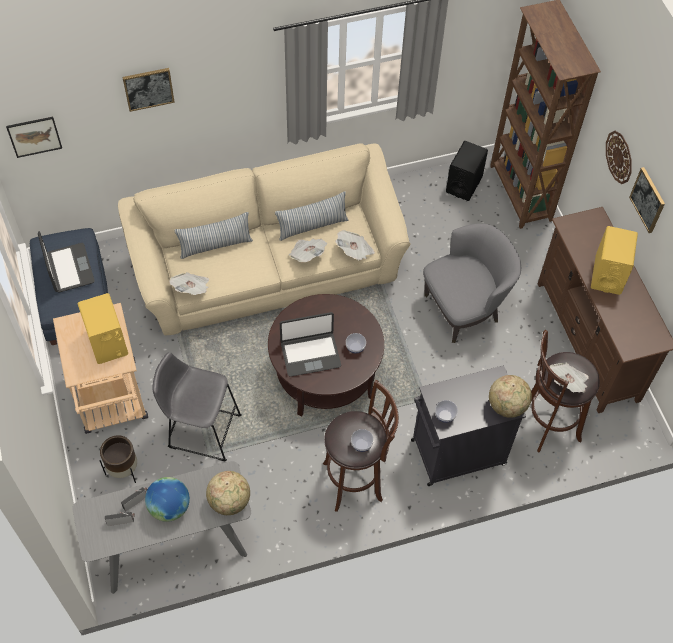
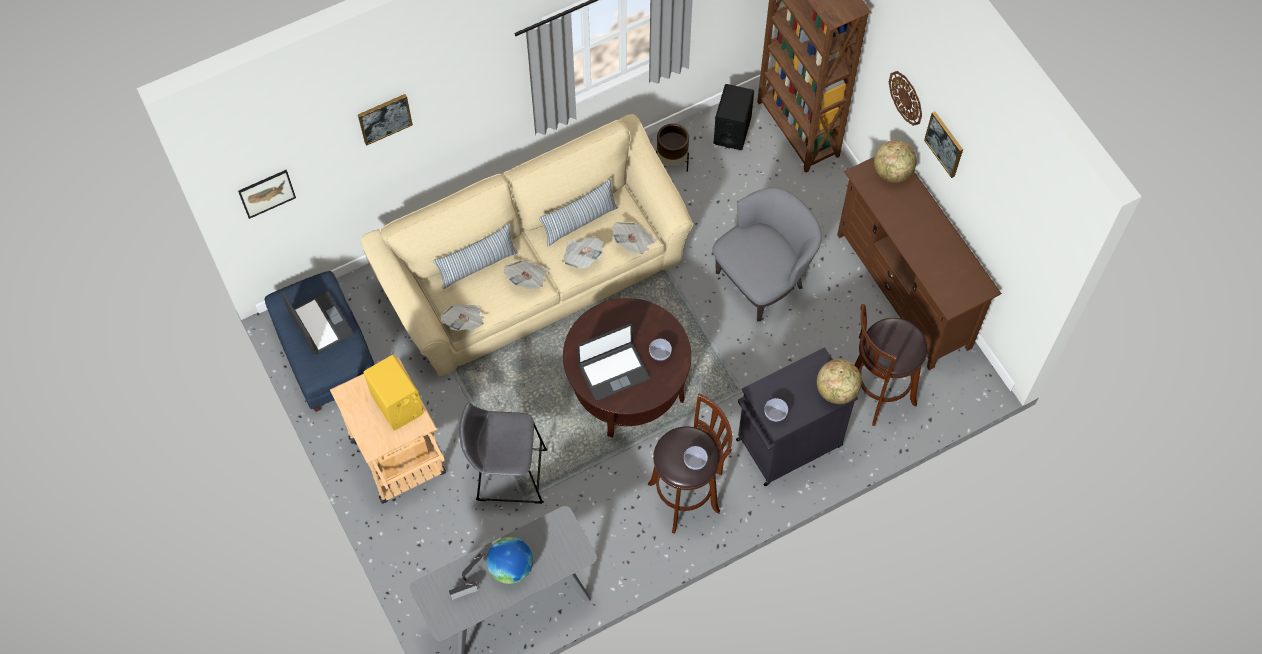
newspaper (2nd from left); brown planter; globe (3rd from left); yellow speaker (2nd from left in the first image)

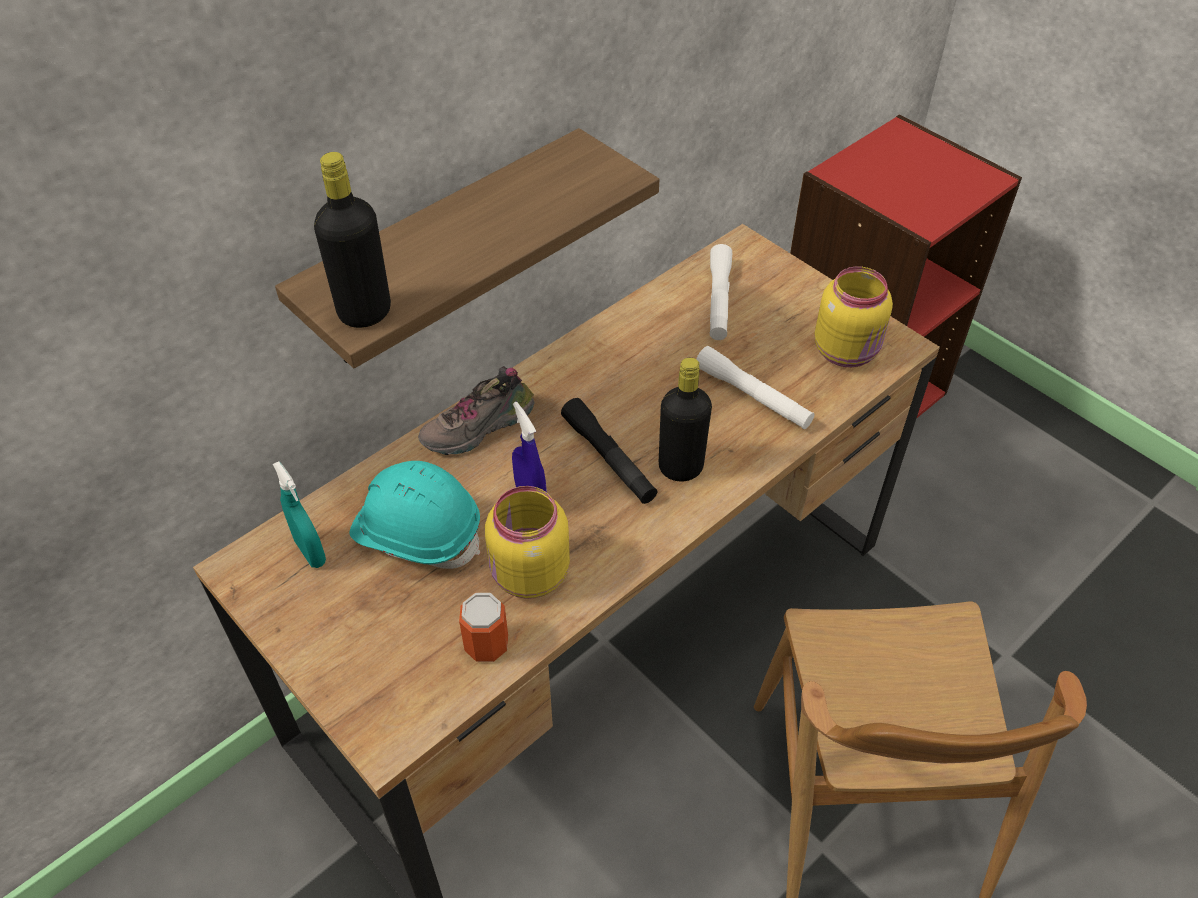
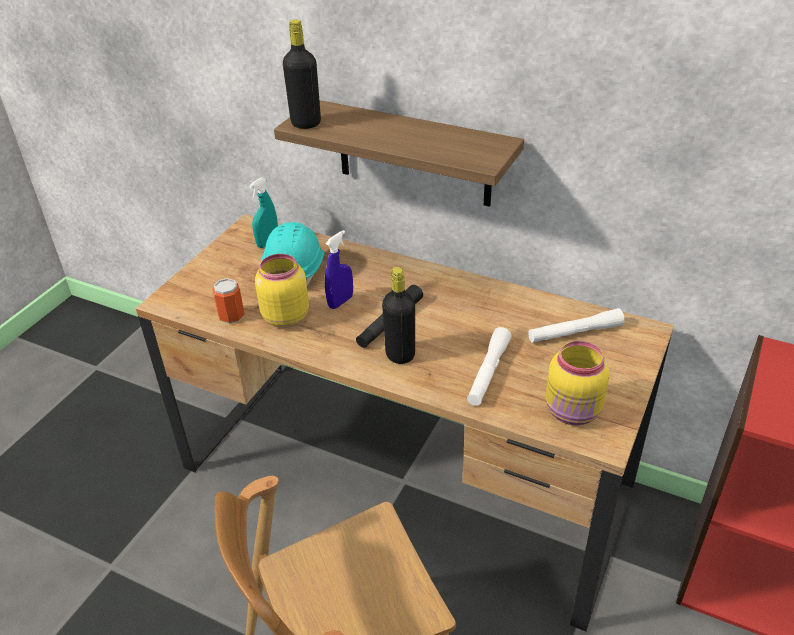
shoe

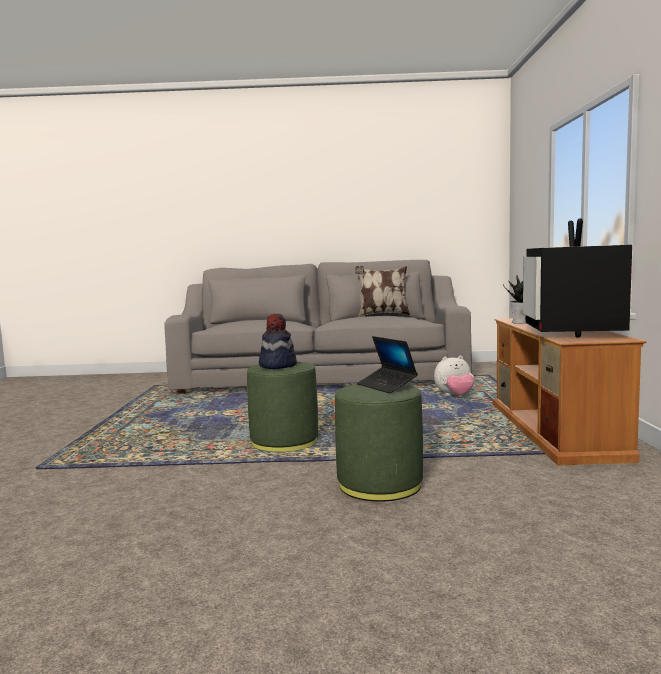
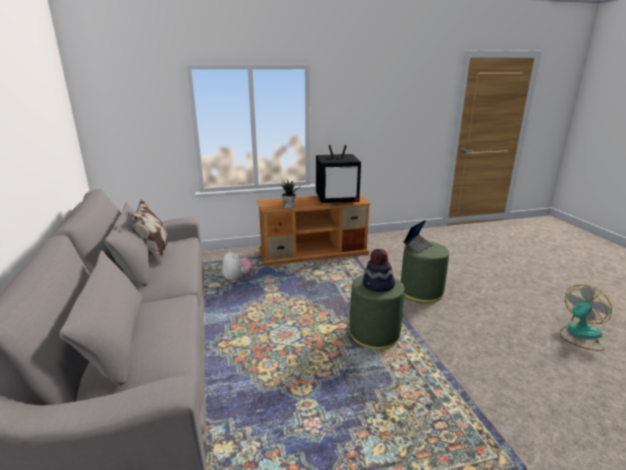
fan

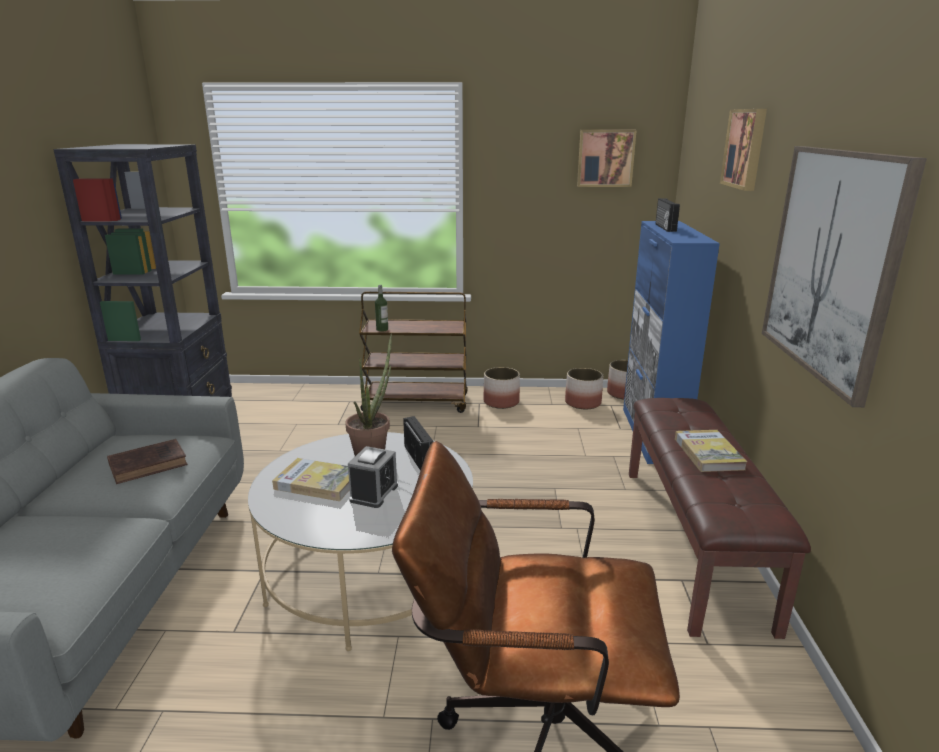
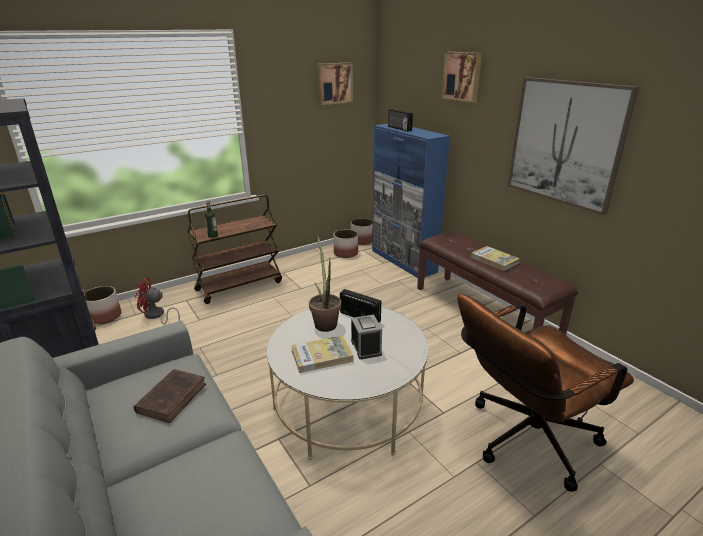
planter (1st from left); red fan

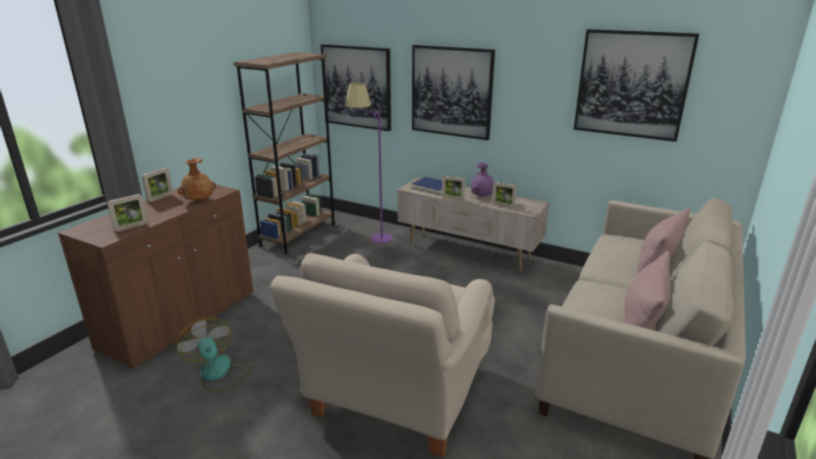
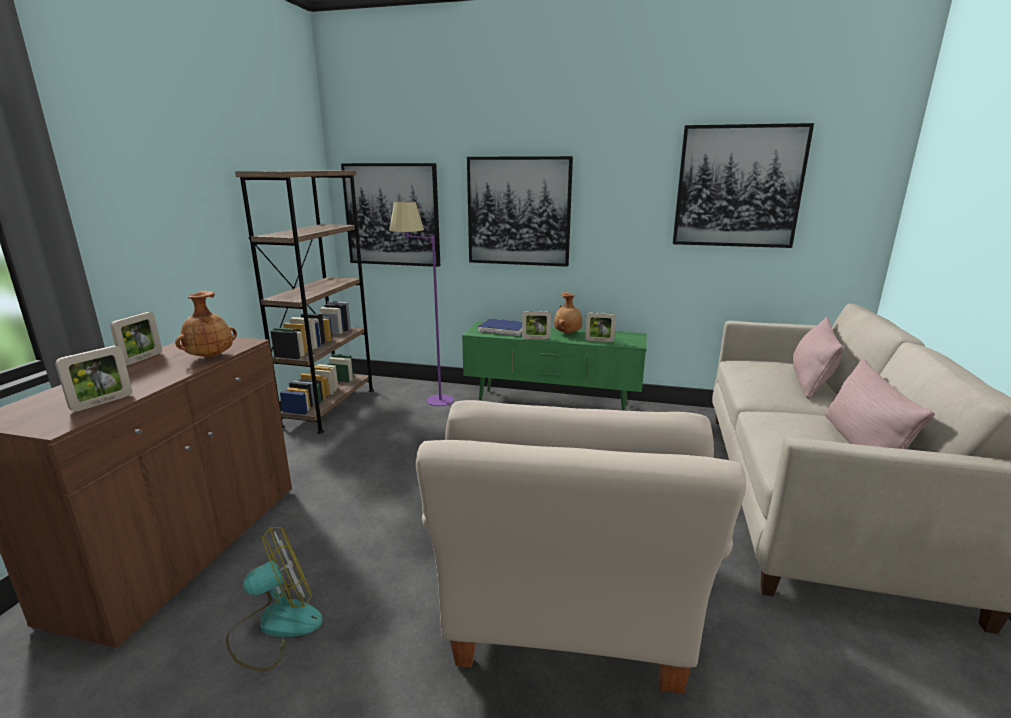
fan; green tv stand; brown vase (2nd from left)

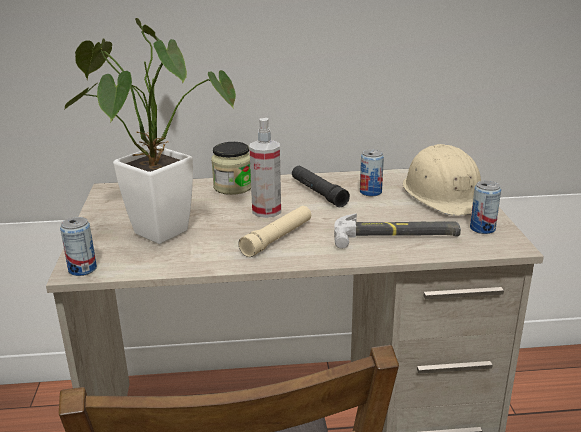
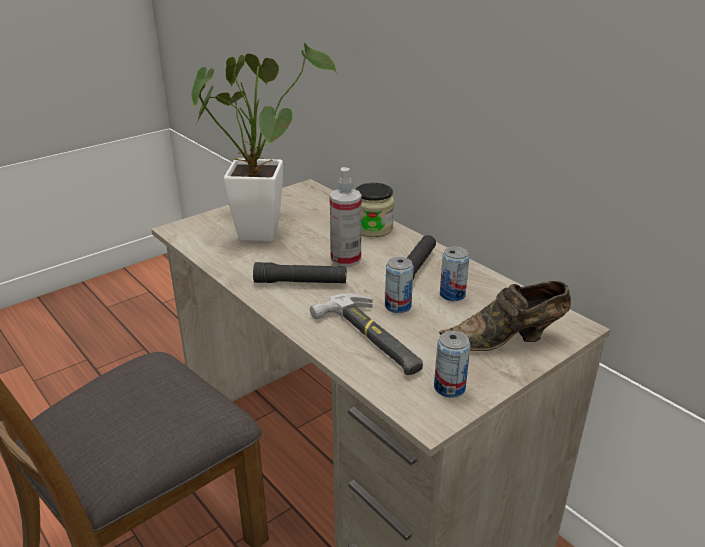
black flashlight (1st from left); can (1st from left); brown shoe

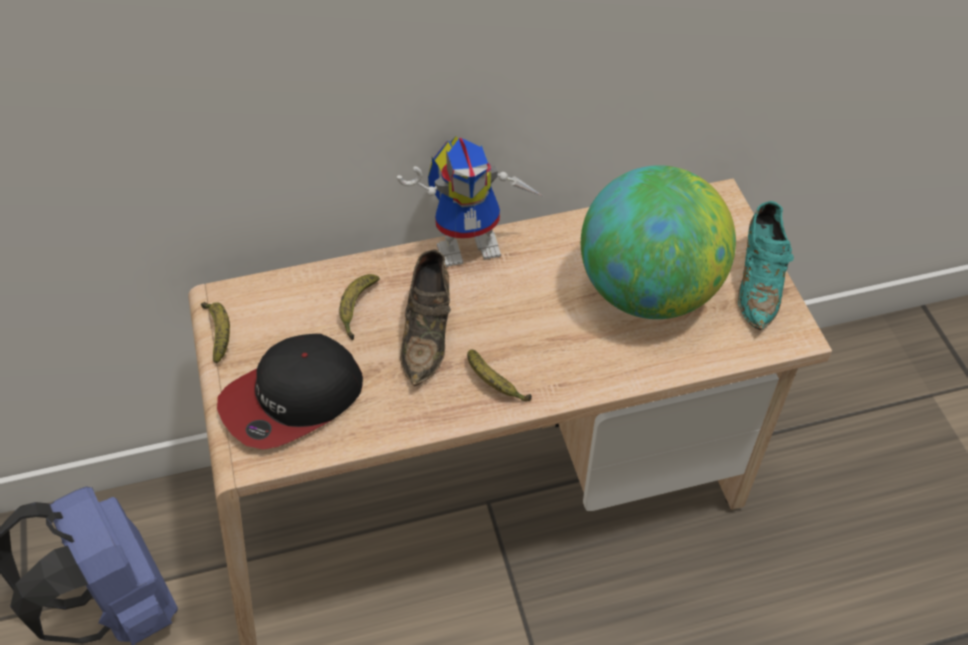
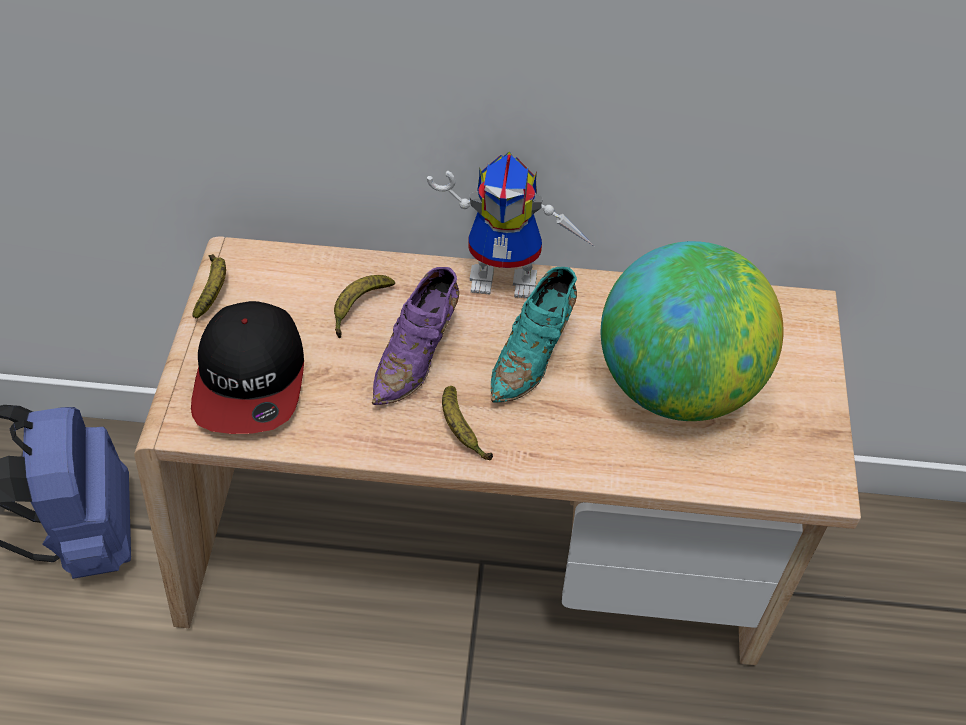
cap; purple shoe; turquoise shoe

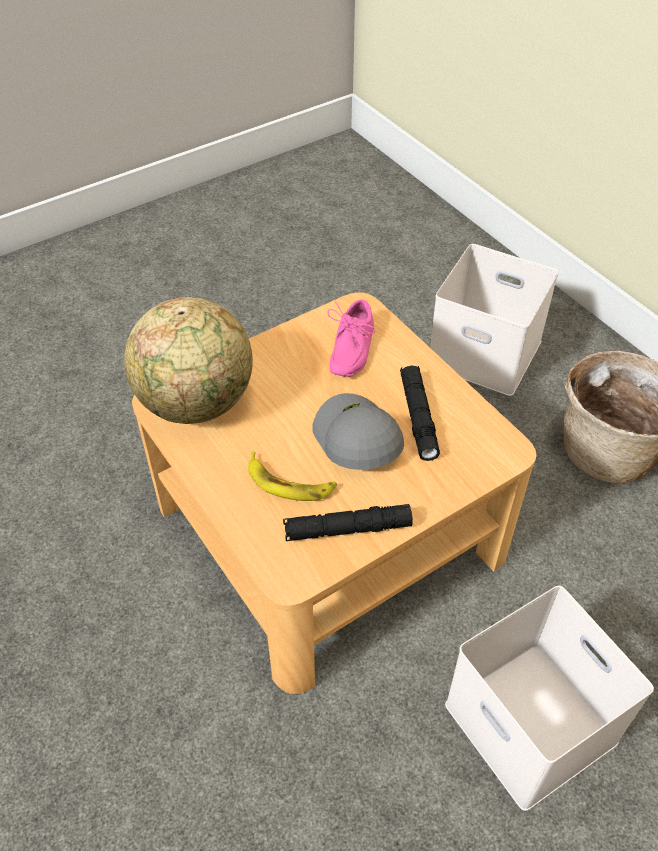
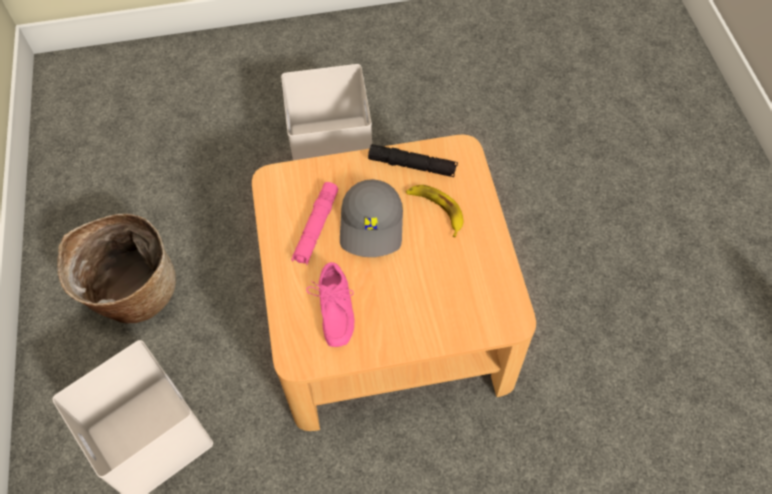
pink flashlight; pink shoe; globe

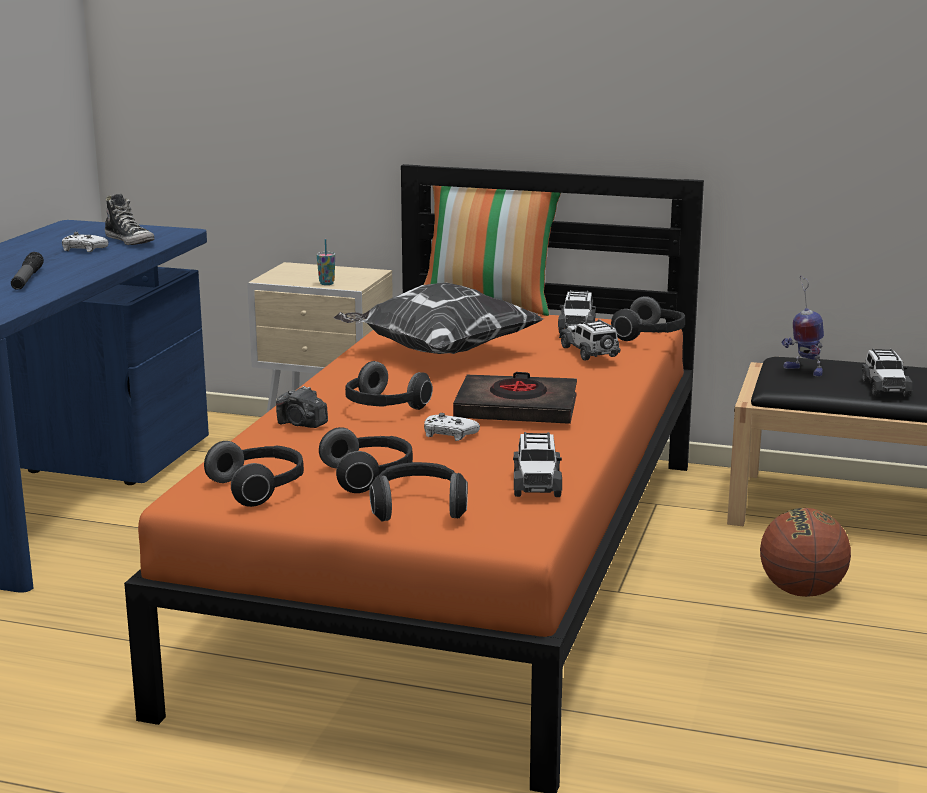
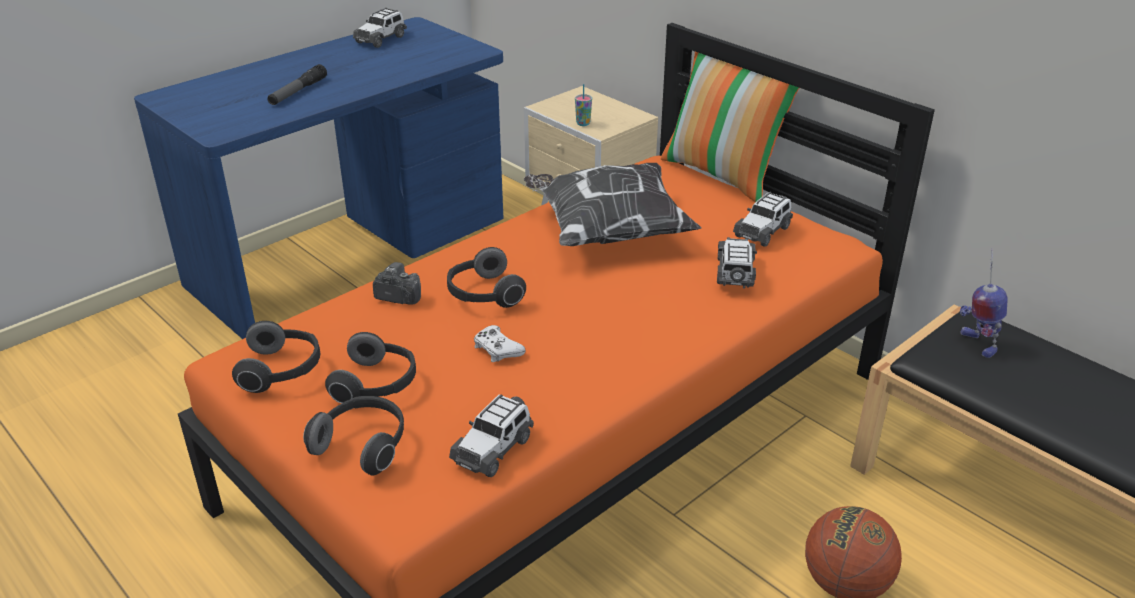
toy car (1st from left); photo camera; white game controller (1st from left in the first image); shoe; black book; headphones (5th from left in the first image)

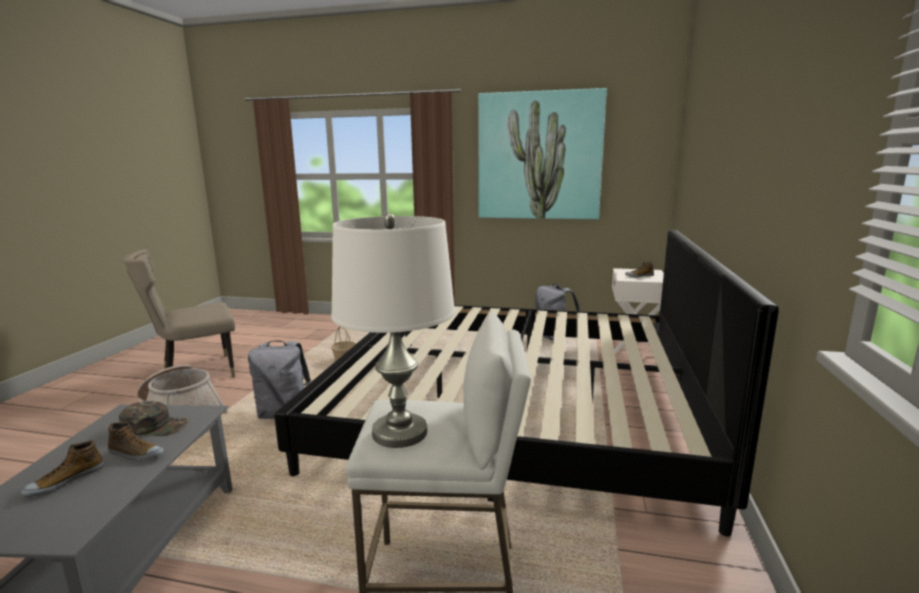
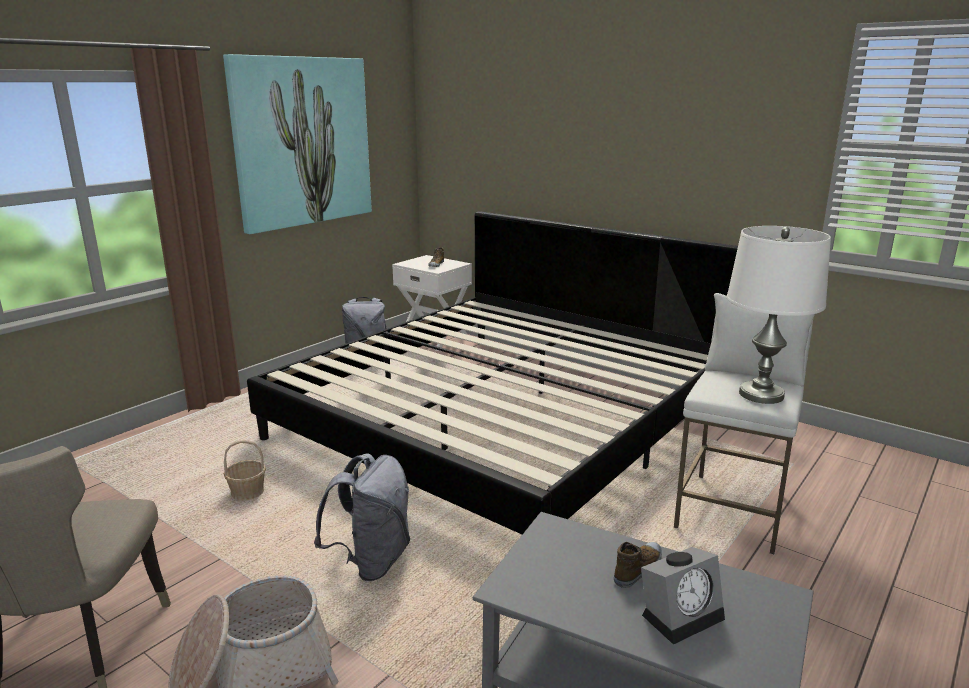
alarm clock; green cap

